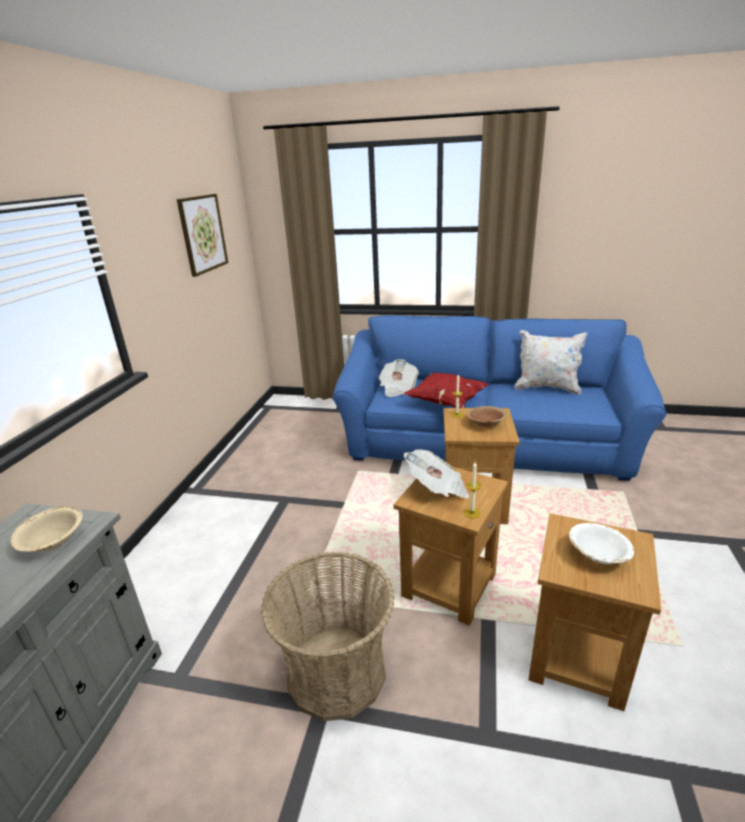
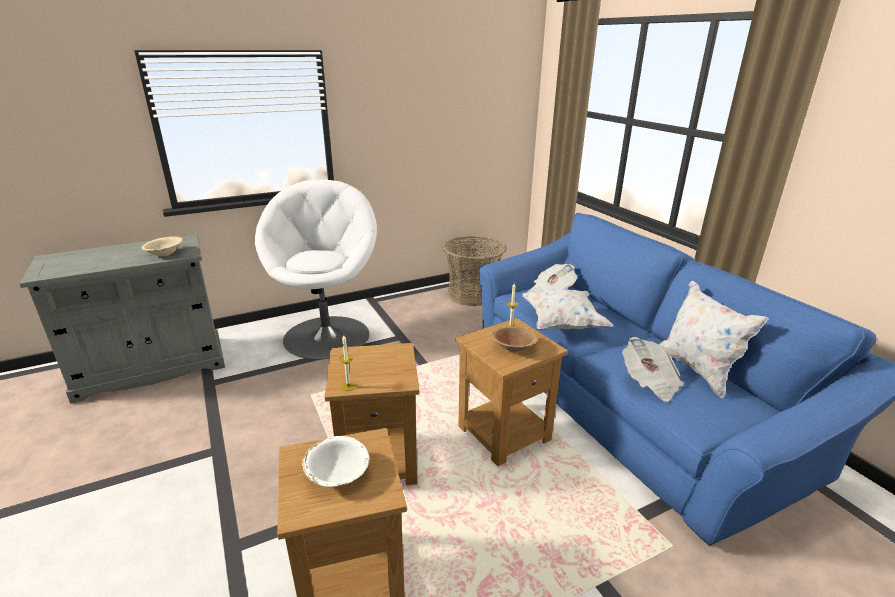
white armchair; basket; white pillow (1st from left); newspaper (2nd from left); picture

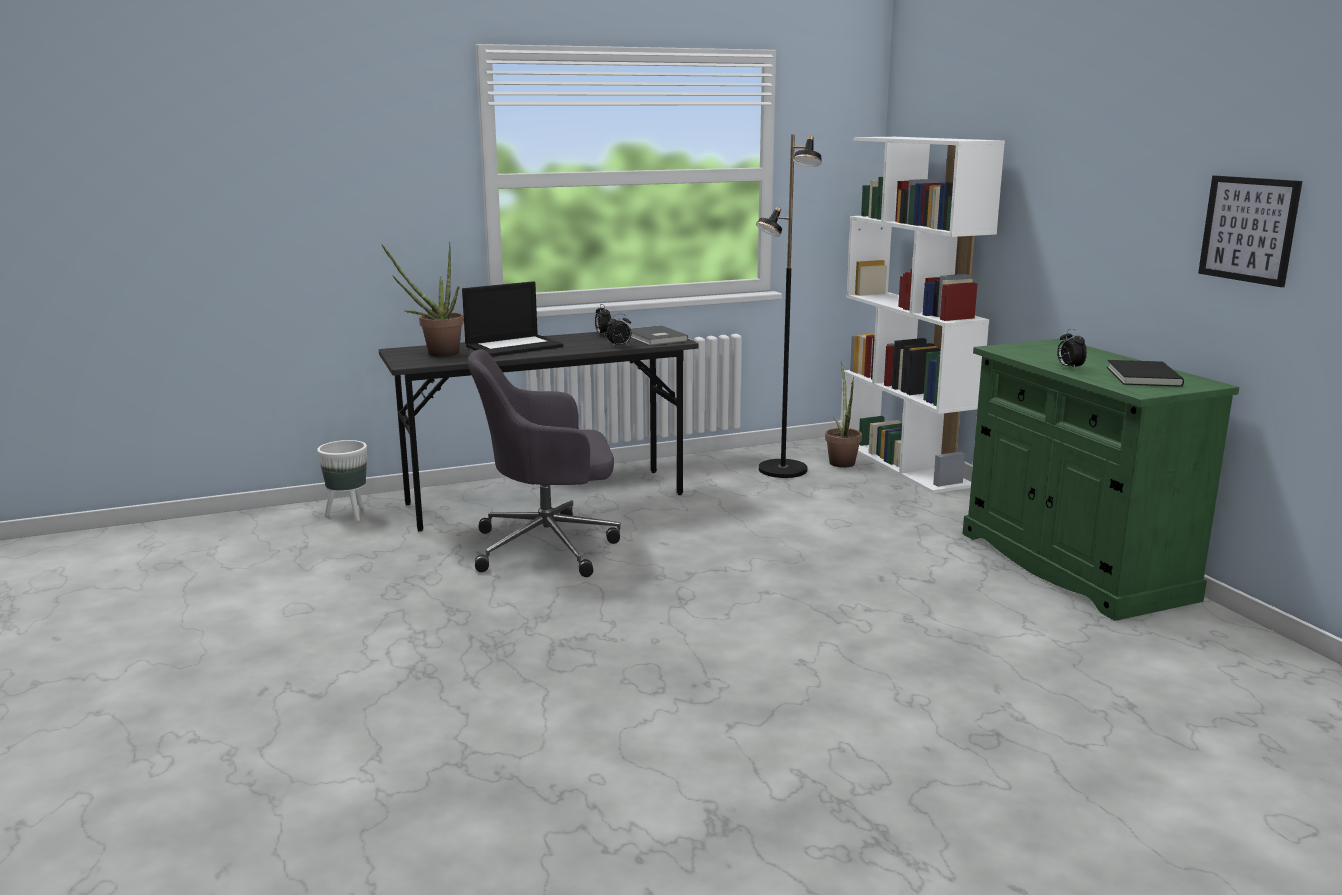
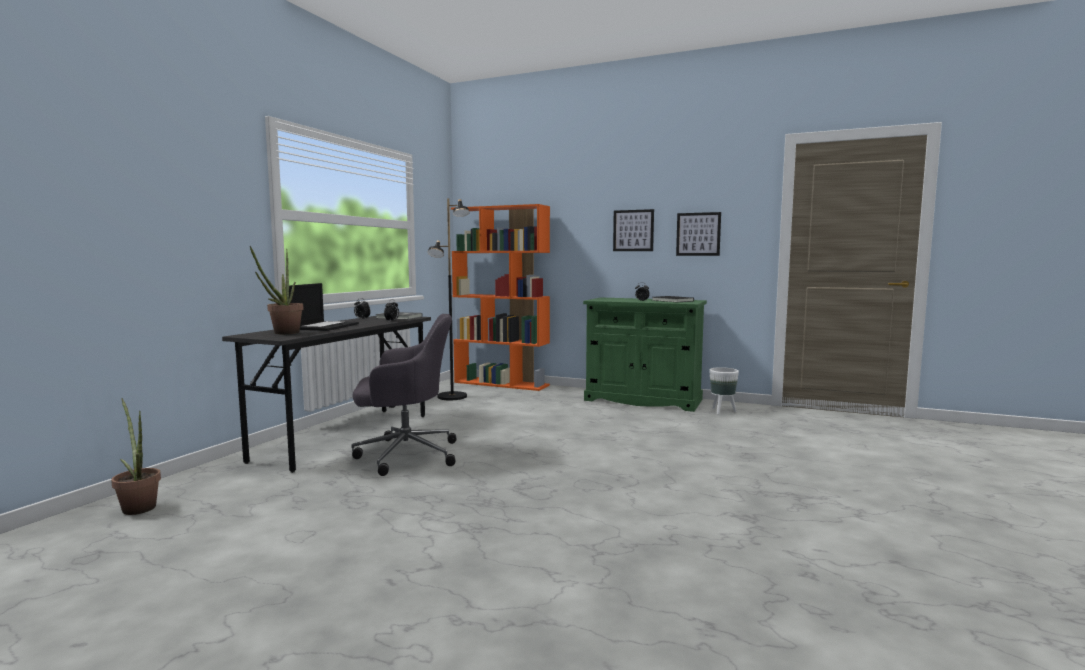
potted plant (1st from left); grey office chair; orange bookcase; picture (1st from left); white planter

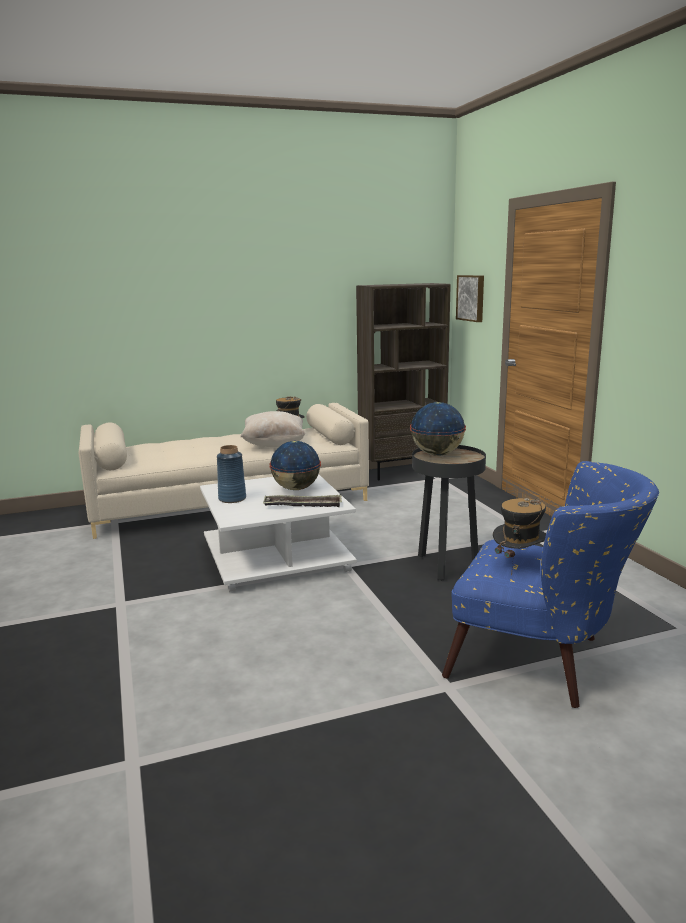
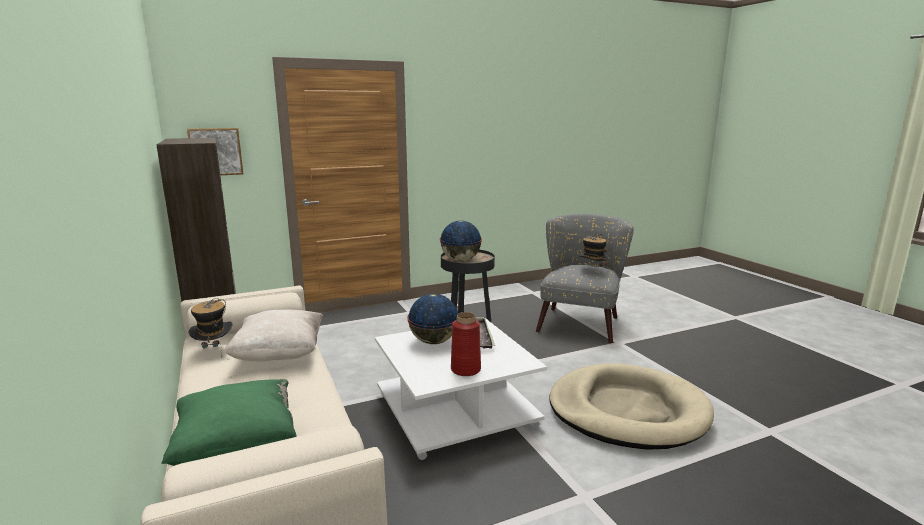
green pillow; red vase; grey armchair; beige dog bed

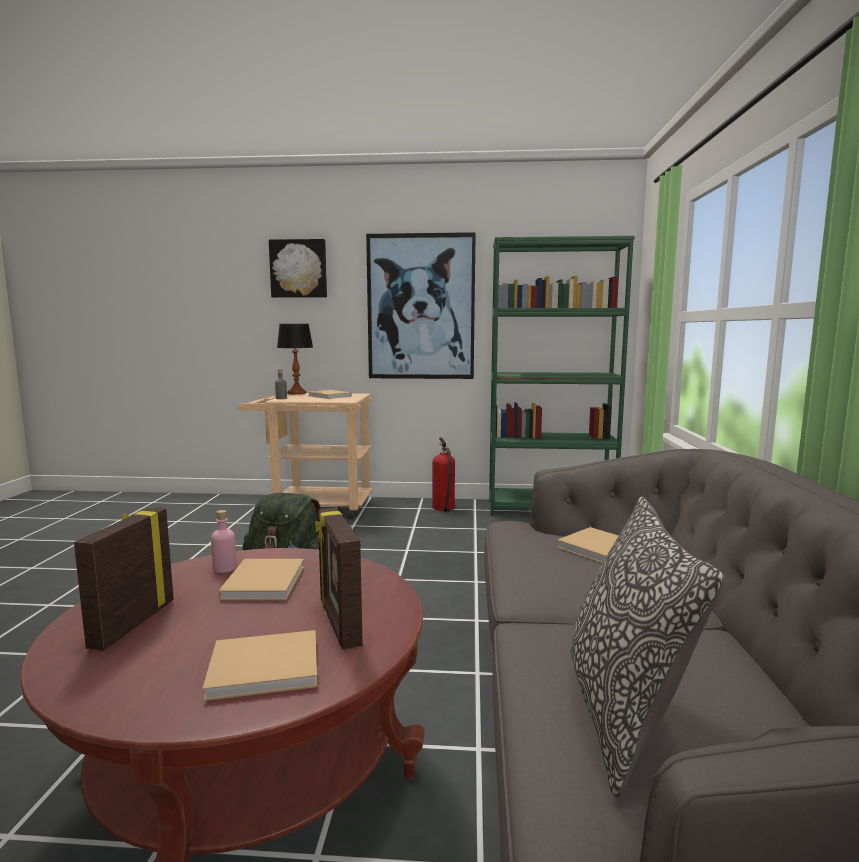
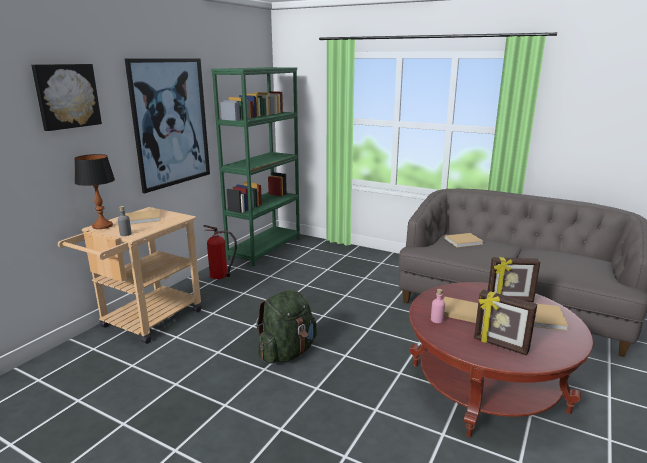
pillow

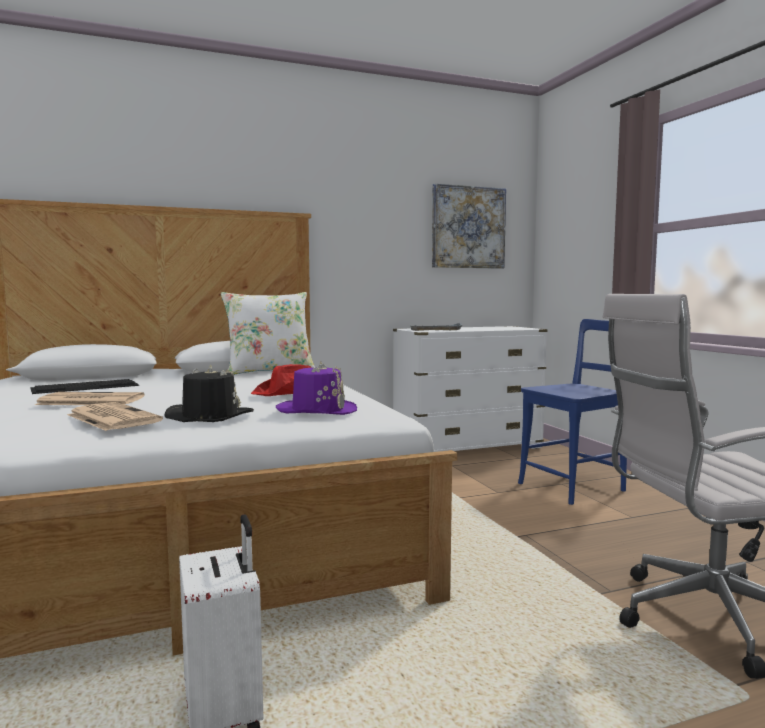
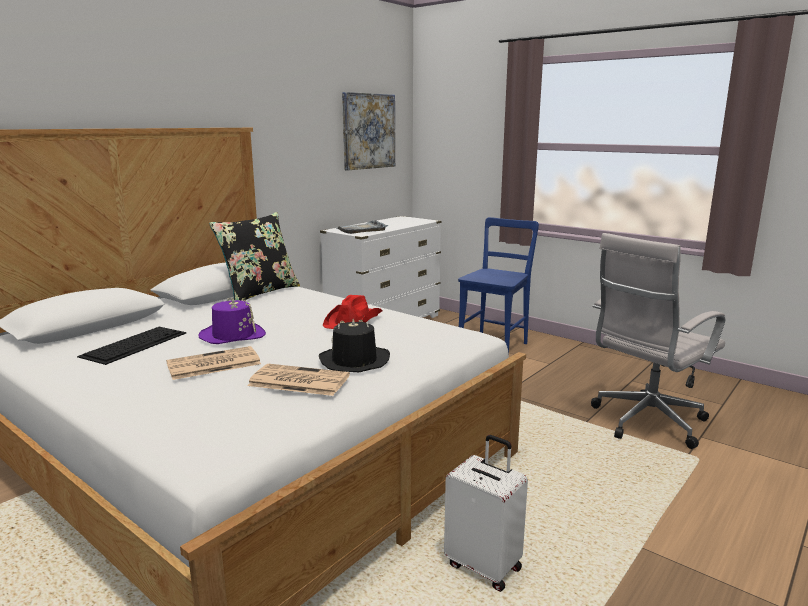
purple hat; black pillow

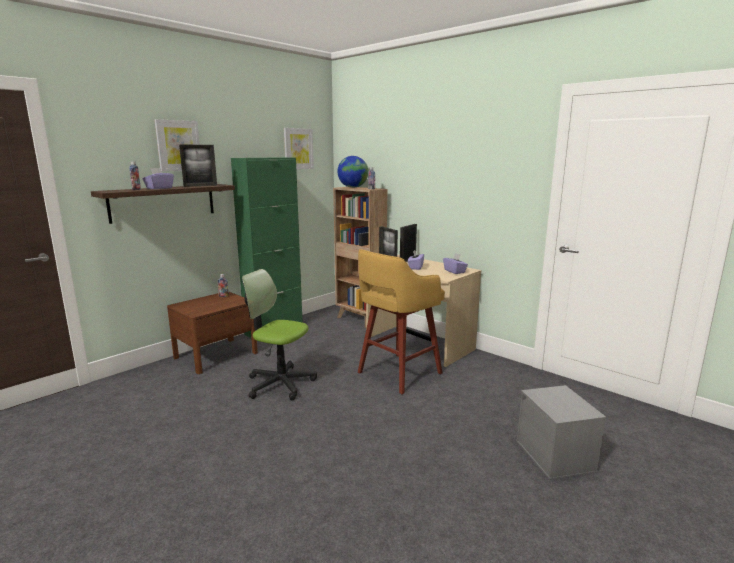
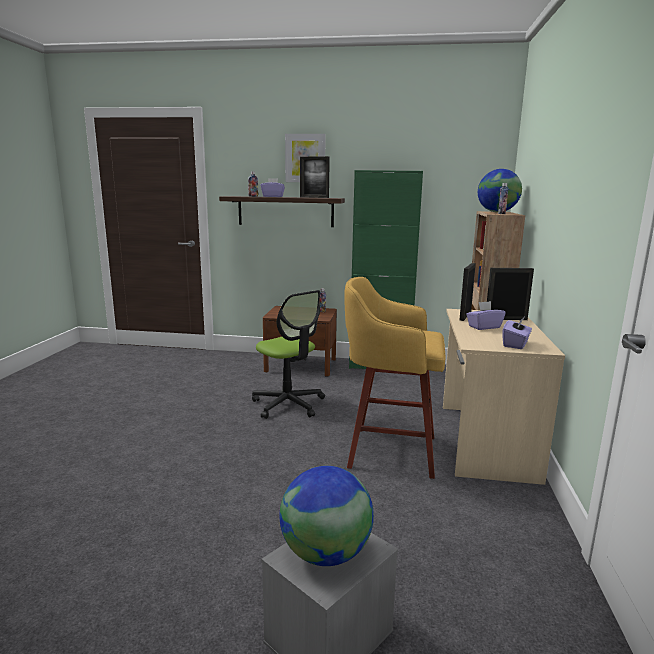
office chair; globe (1st from left); picture (2nd from left in the first image)

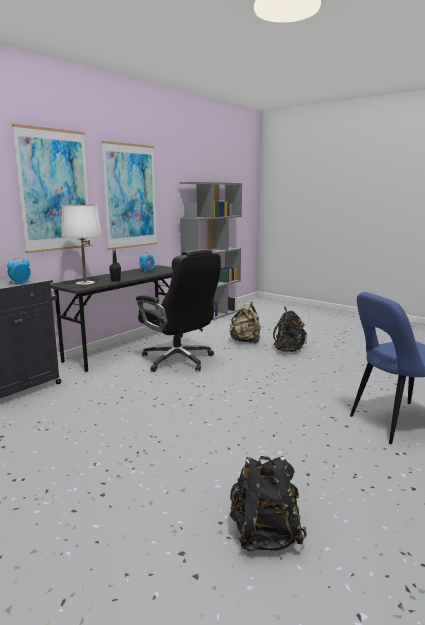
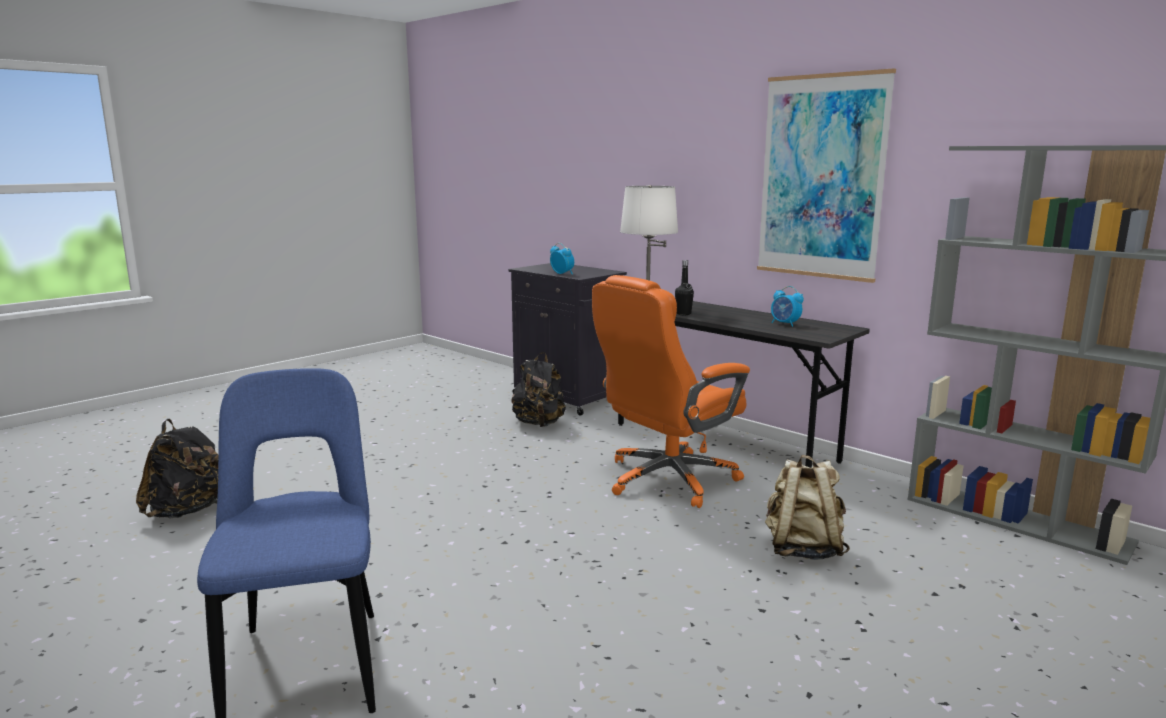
black backpack (2nd from left); orange office chair; picture (1st from left in the first image)

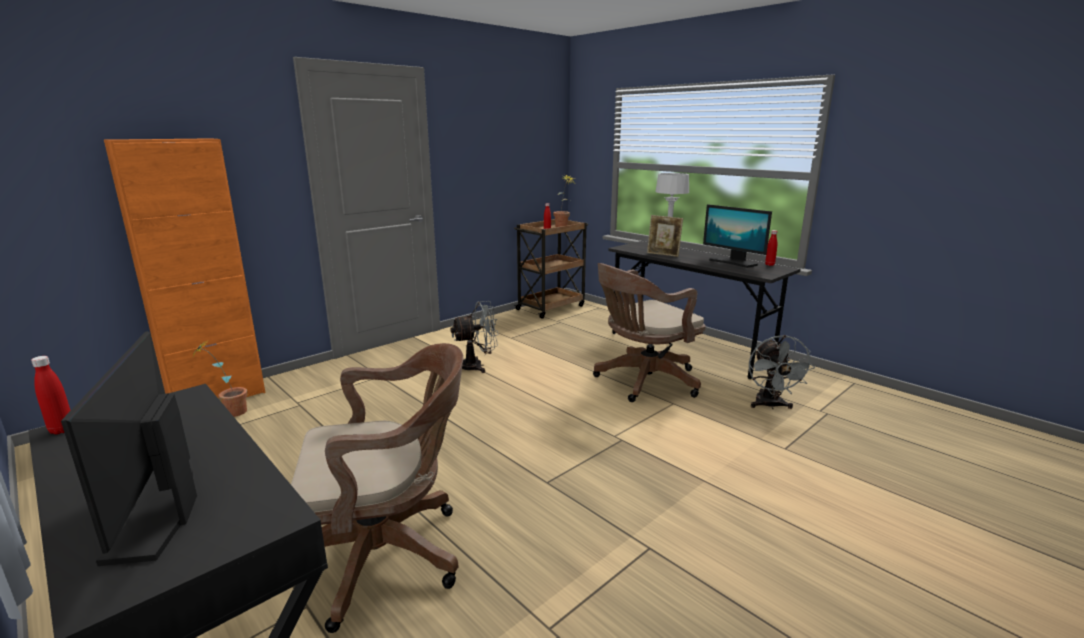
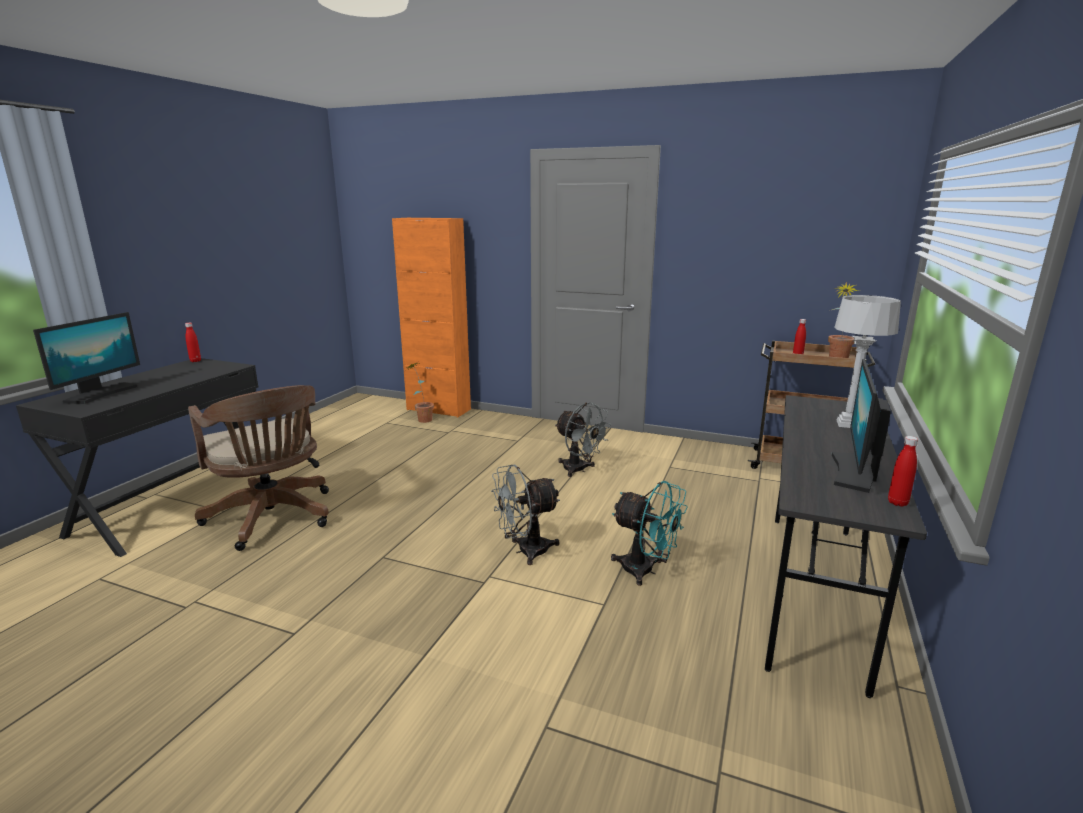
monitor (1st from left); grey fan (1st from left); turquoise fan; picture frame

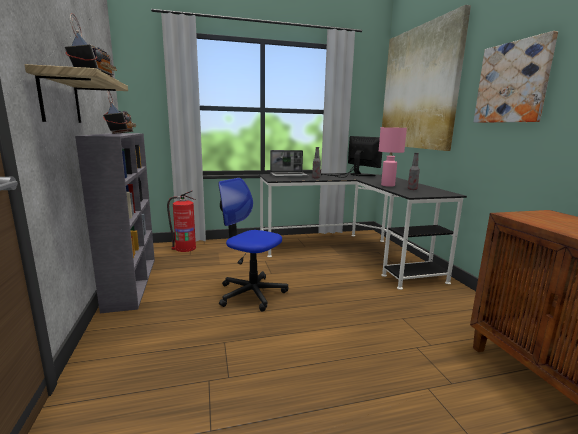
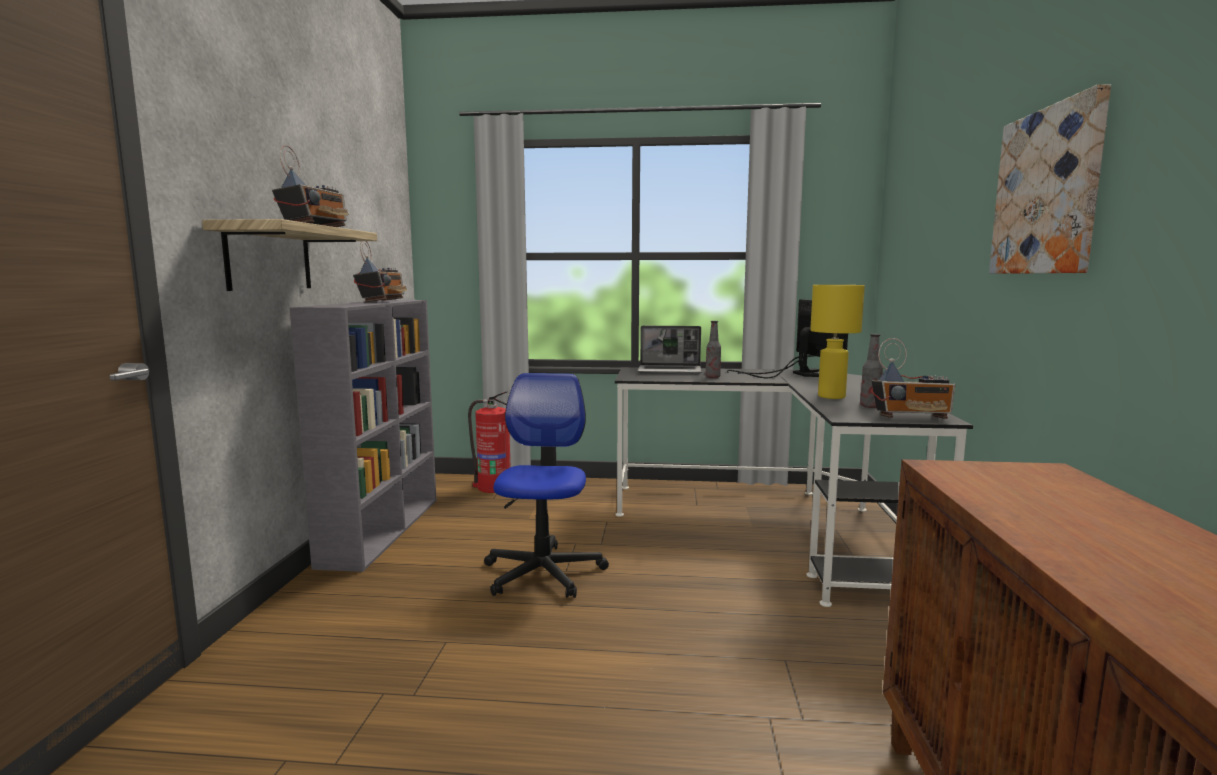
office chair; yellow table lamp; radio (3rd from left); picture (1st from left in the first image)

